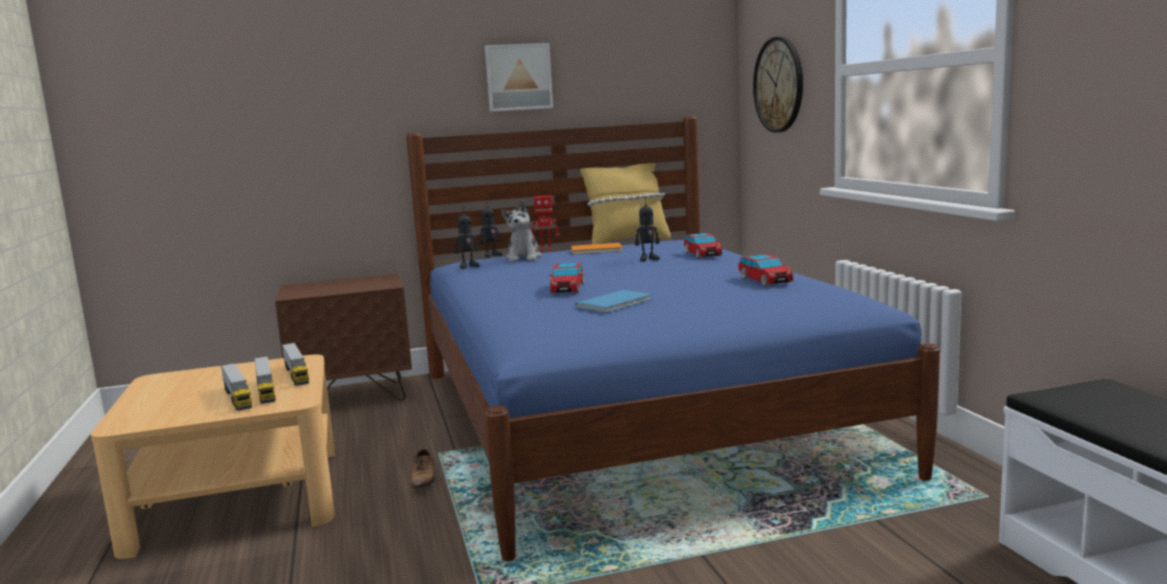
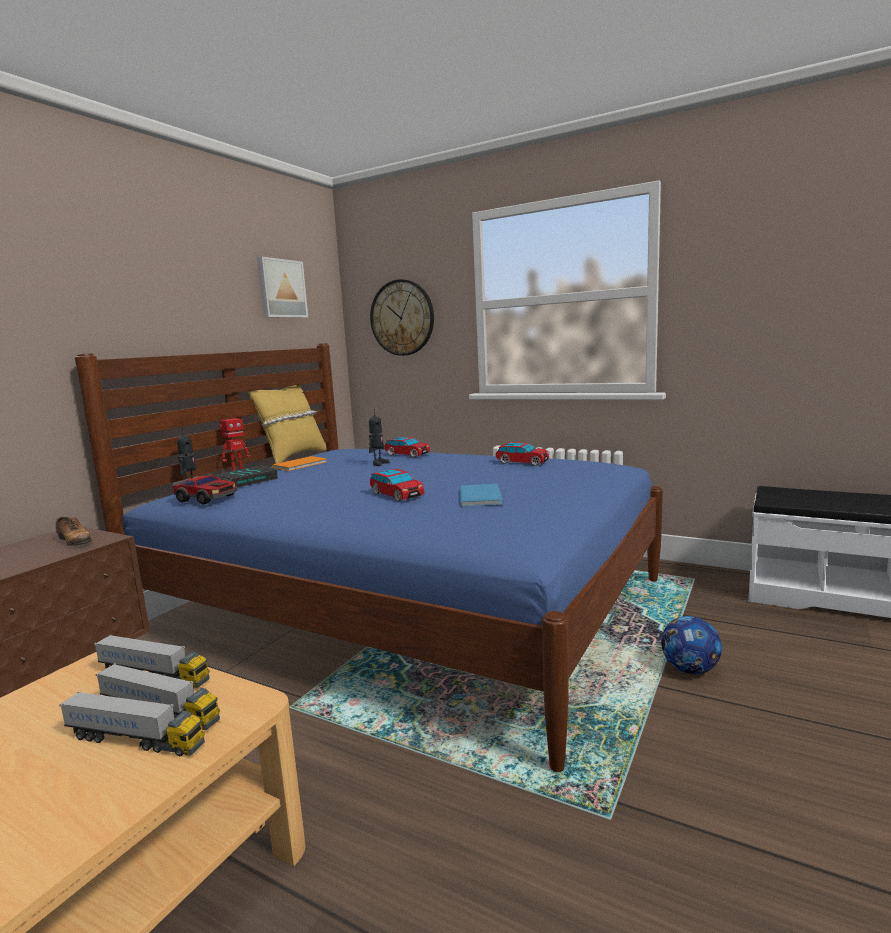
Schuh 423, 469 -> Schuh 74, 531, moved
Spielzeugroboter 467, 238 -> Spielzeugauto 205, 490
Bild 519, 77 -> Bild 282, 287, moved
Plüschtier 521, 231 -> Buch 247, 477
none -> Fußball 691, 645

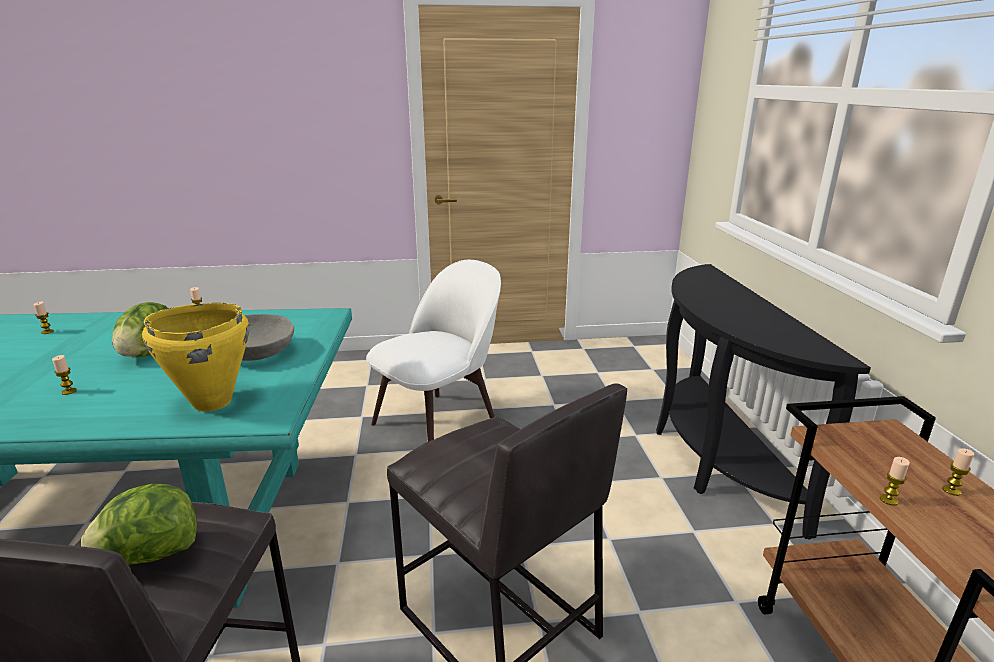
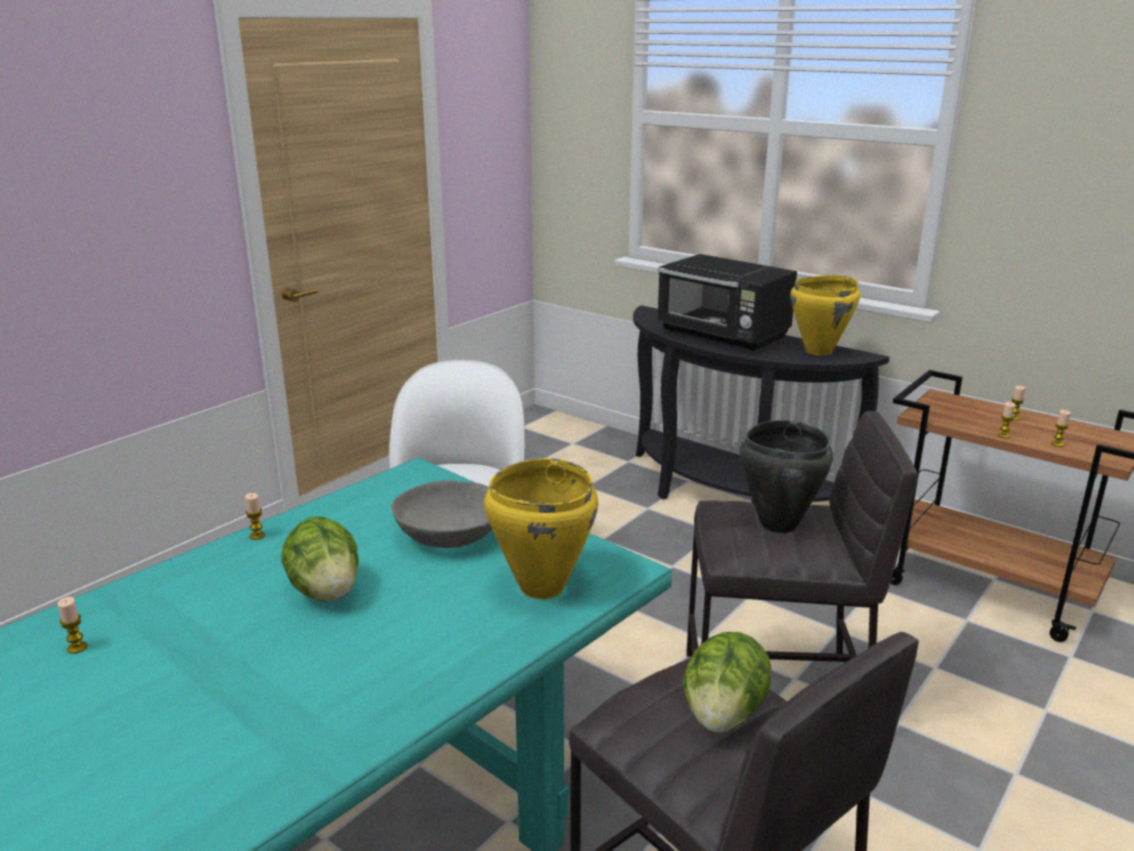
Kerze 64, 375 -> Kerze 1060, 428, moved
none -> Mikrowelle/schwarz 727, 302
none -> Kochtopf/schwarz 786, 476
none -> Kochtopf/gelb 825, 315

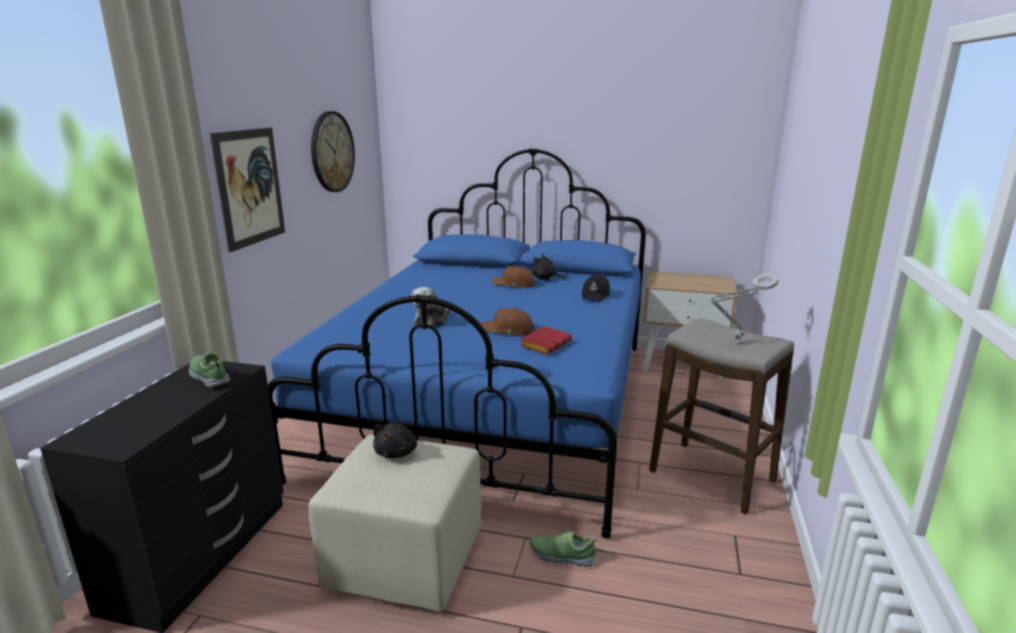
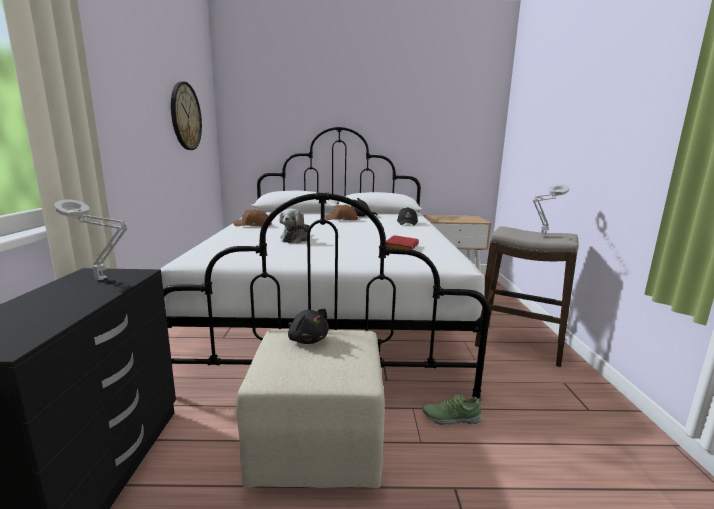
Schuh 210, 369 -> Tischlampe/grau 91, 240
Bild 247, 190 -> none
Bett/blau 457, 343 -> Bett/weiß 325, 263
Plüschtier/schwarz 395, 440 -> Plüschtier/schwarz 308, 326, 45 degrees counterclockwise
Kappe/braun 508, 321 -> Kappe/braun 252, 217, moved

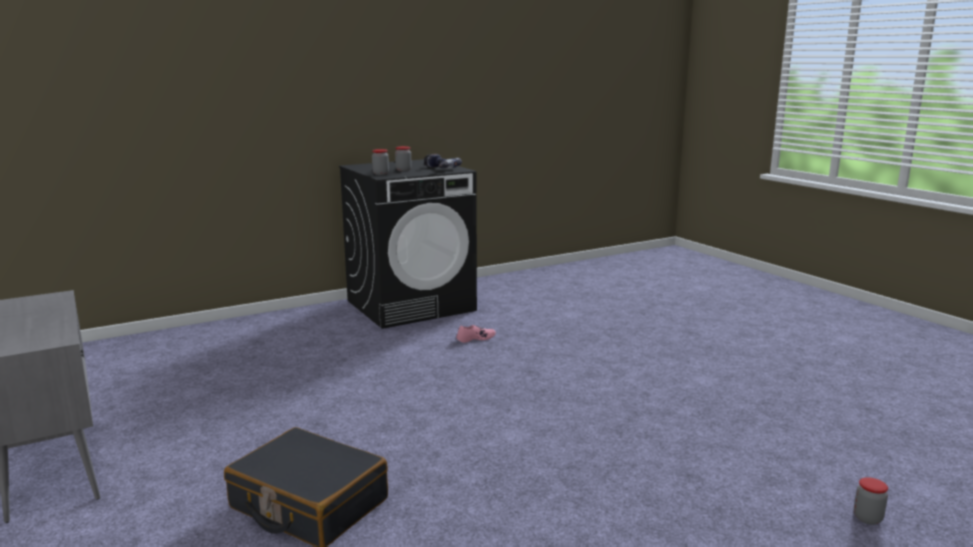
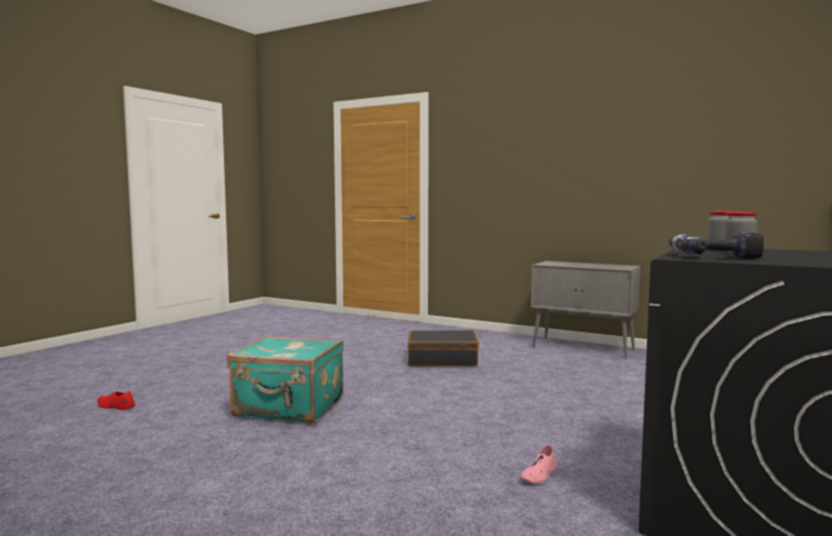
Vorratsglas 871, 501 -> Schuh/rot 116, 400
none -> Koffer/türkis 285, 380

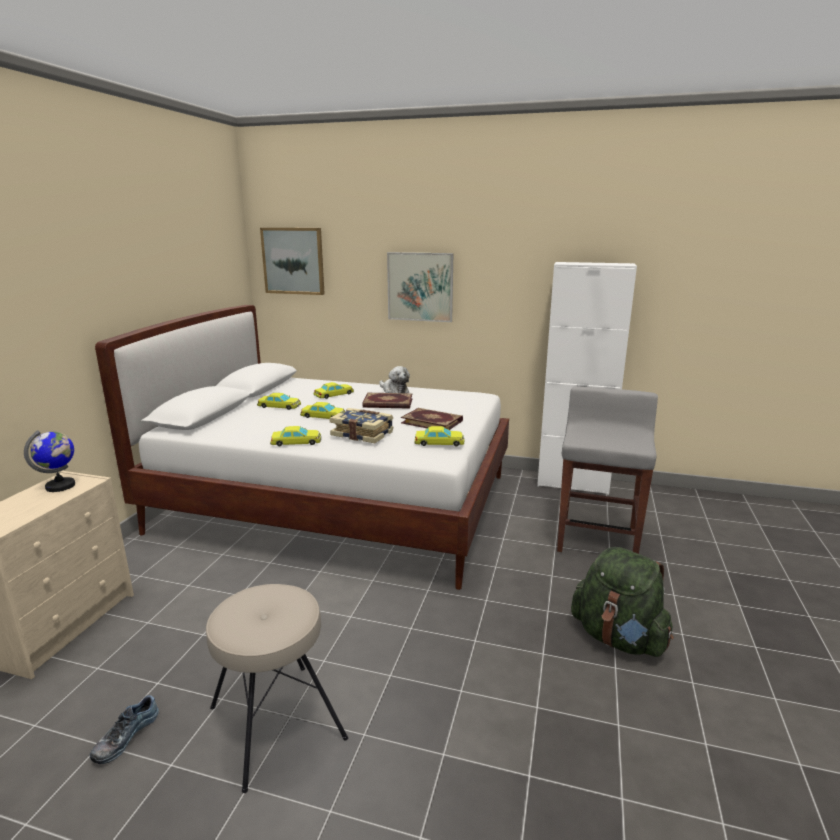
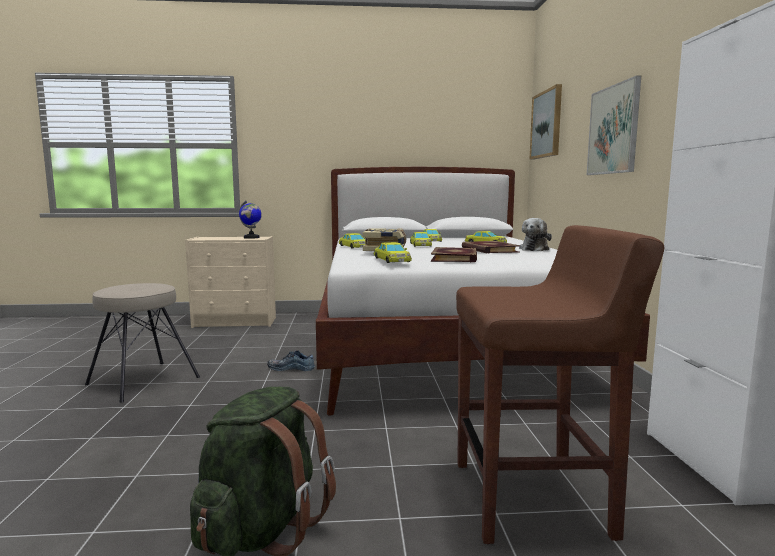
Schuh 124, 729 -> Schuh 291, 360, moved
Hocker/grau 607, 470 -> Hocker/braun 560, 384

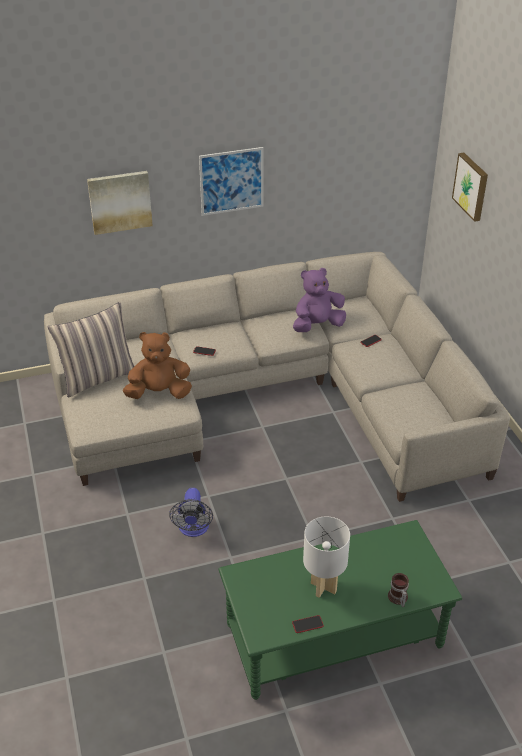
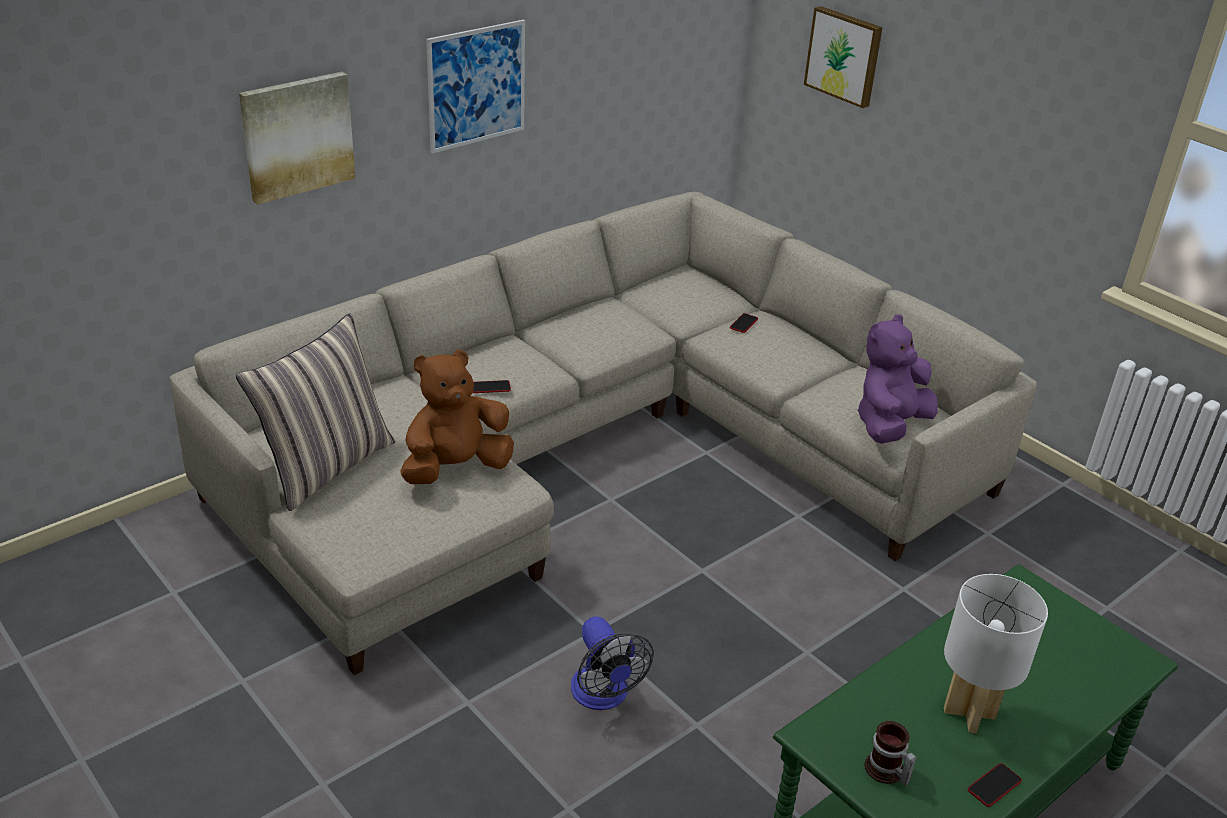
Plüschtier/lila 319, 300 -> Plüschtier/lila 898, 379, moved
Henkelbecher 398, 590 -> Henkelbecher 890, 753, moved

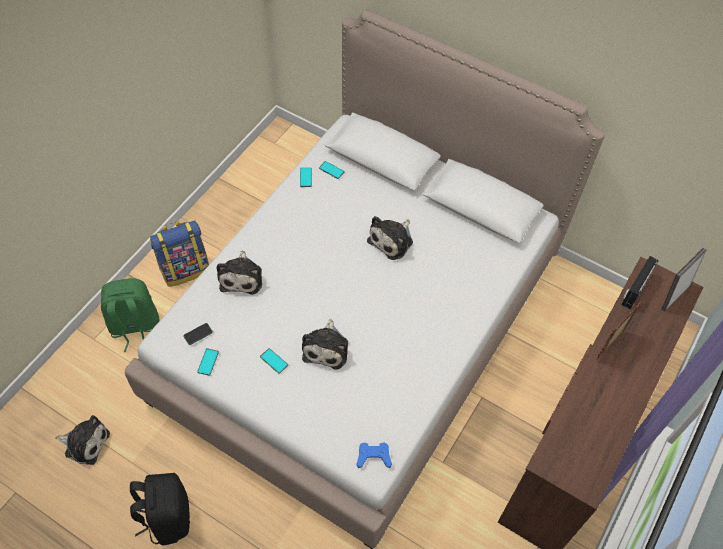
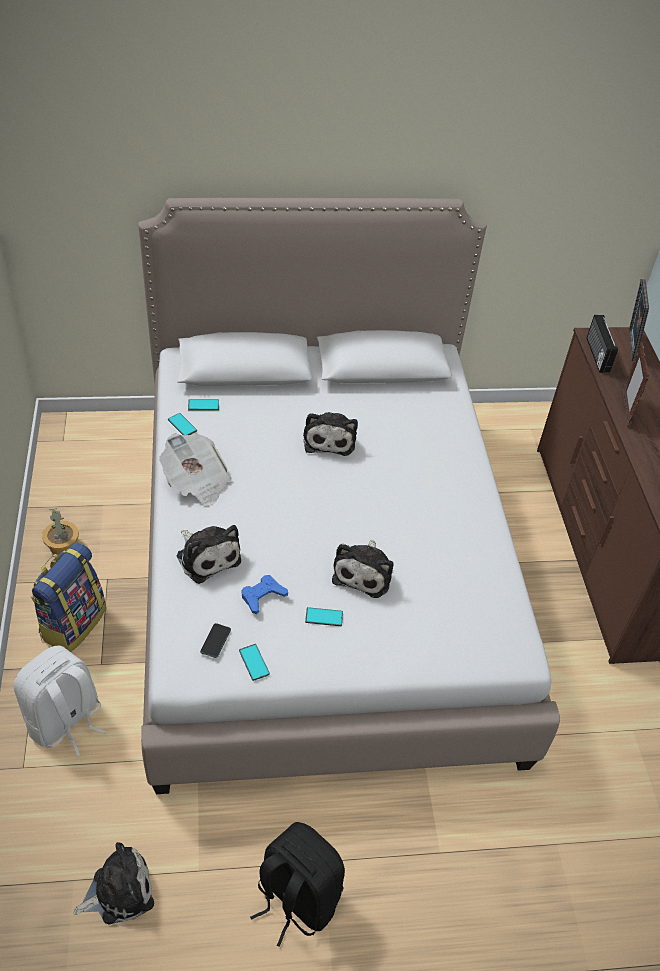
Rucksack/grün 130, 315 -> Rucksack/weiß 60, 701
Plüschtier 325, 344 -> Plüschtier 362, 569, 45 degrees clockwise
Gamepad/blau 374, 455 -> Gamepad/blau 264, 594, moved
none -> Topfpflanze 60, 531
none -> Zeitung 195, 469

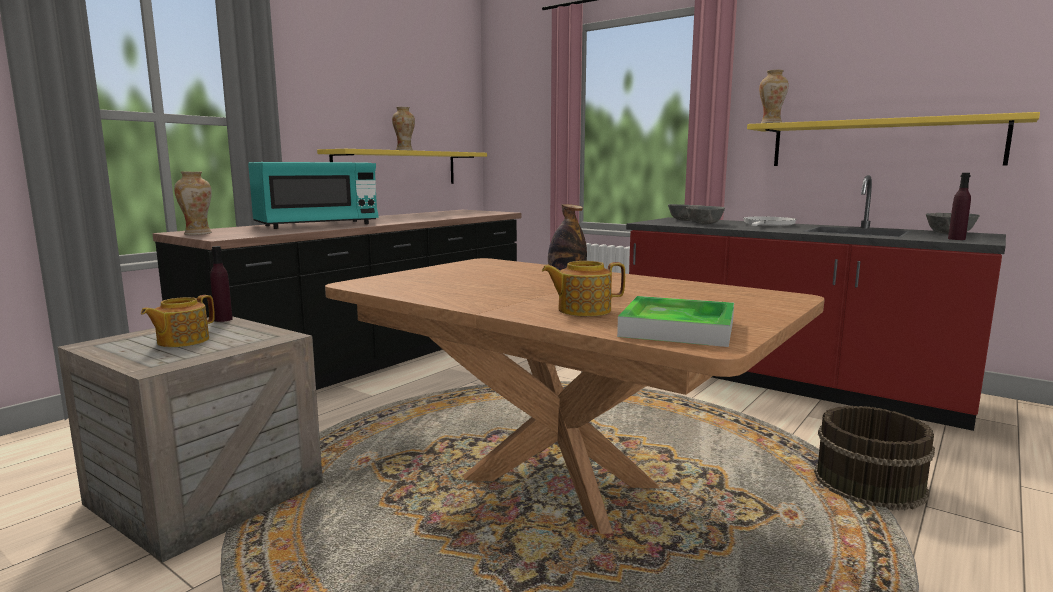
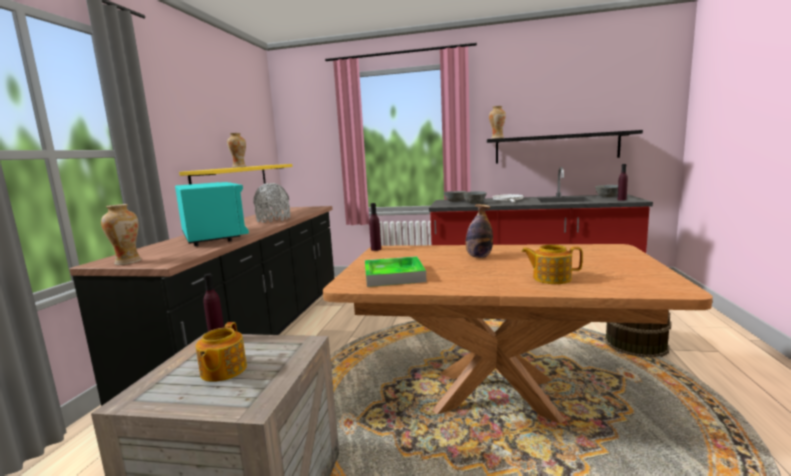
Mikrowelle/türkis 313, 195 -> Mikrowelle/türkis 212, 214, 60 degrees counterclockwise
Teekanne 583, 288 -> Teekanne 552, 264, 45 degrees clockwise
Tablett 675, 321 -> Tablett 396, 271, moved
Wandregal/gelb 893, 139 -> Wandregal/schwarz 565, 146
none -> Vase/grau 271, 203
none -> Flasche/lila 375, 227

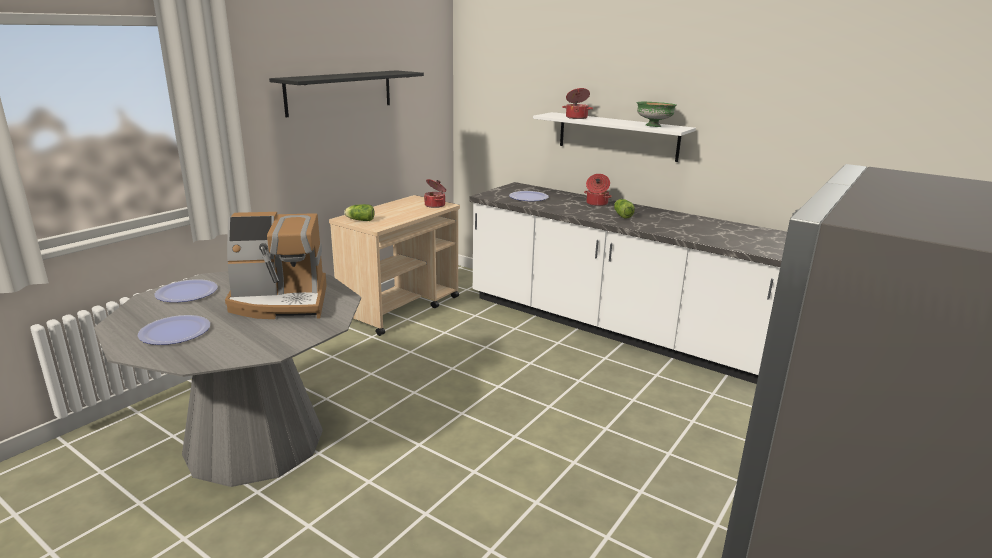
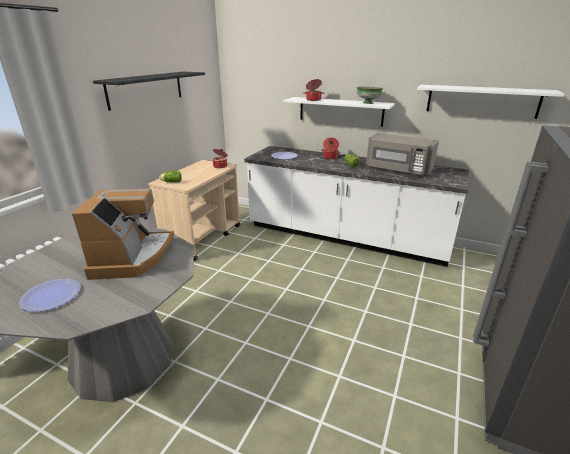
Teller 186, 290 -> none
Kaffeemaschine 276, 265 -> Kaffeemaschine 123, 234, 75 degrees counterclockwise
none -> Mikrowelle/grau 402, 154
none -> Wandregal/weiß 490, 102

